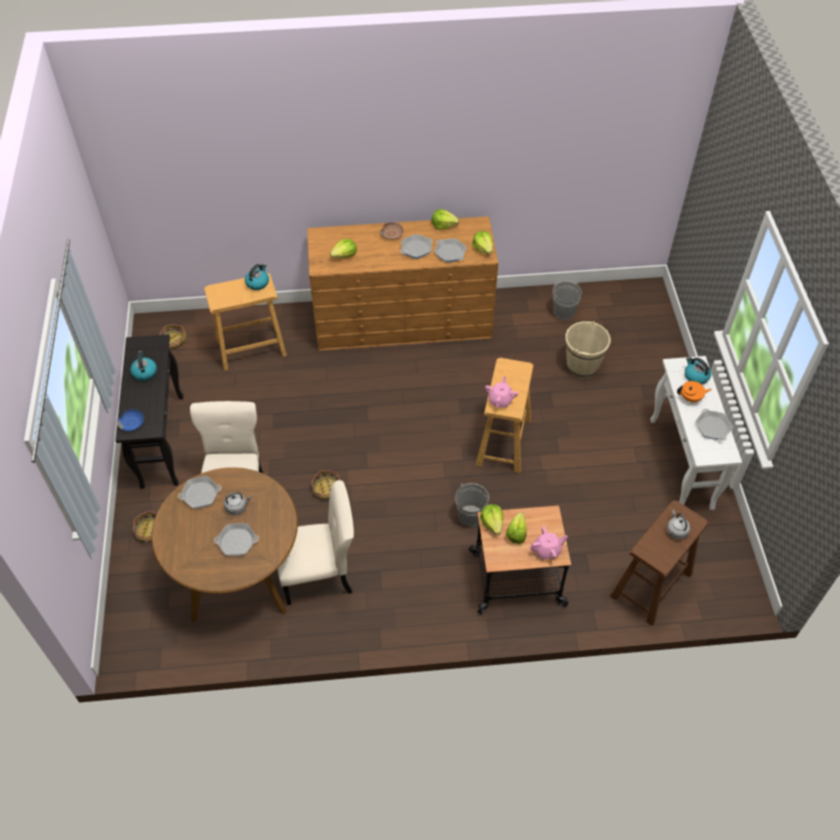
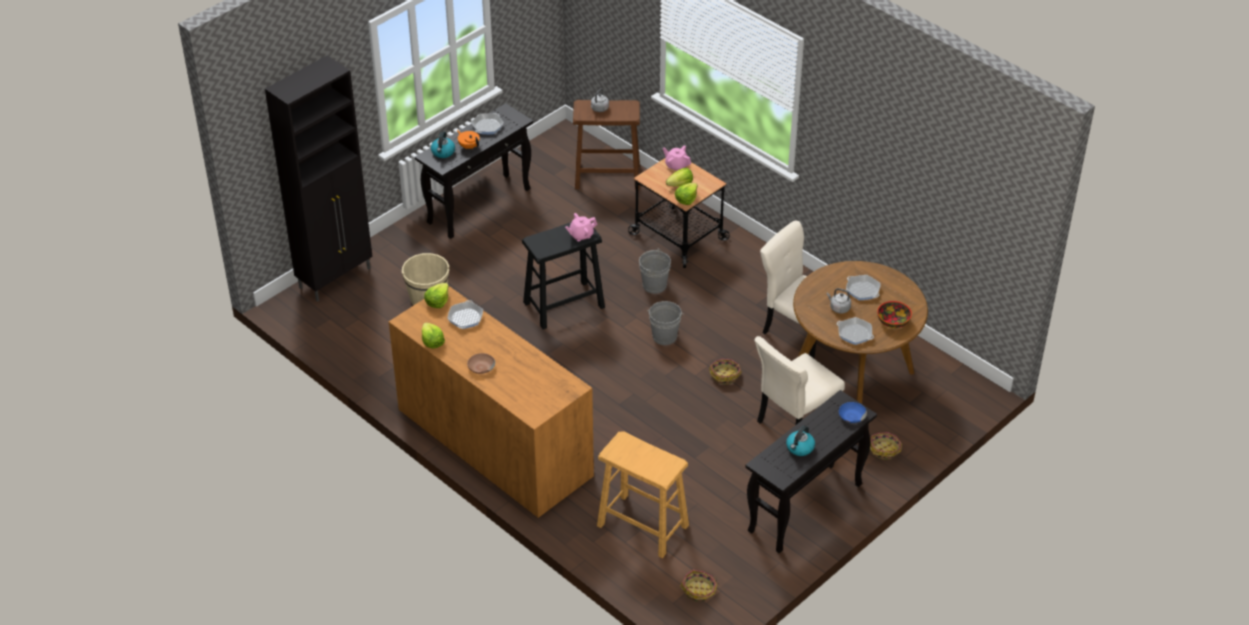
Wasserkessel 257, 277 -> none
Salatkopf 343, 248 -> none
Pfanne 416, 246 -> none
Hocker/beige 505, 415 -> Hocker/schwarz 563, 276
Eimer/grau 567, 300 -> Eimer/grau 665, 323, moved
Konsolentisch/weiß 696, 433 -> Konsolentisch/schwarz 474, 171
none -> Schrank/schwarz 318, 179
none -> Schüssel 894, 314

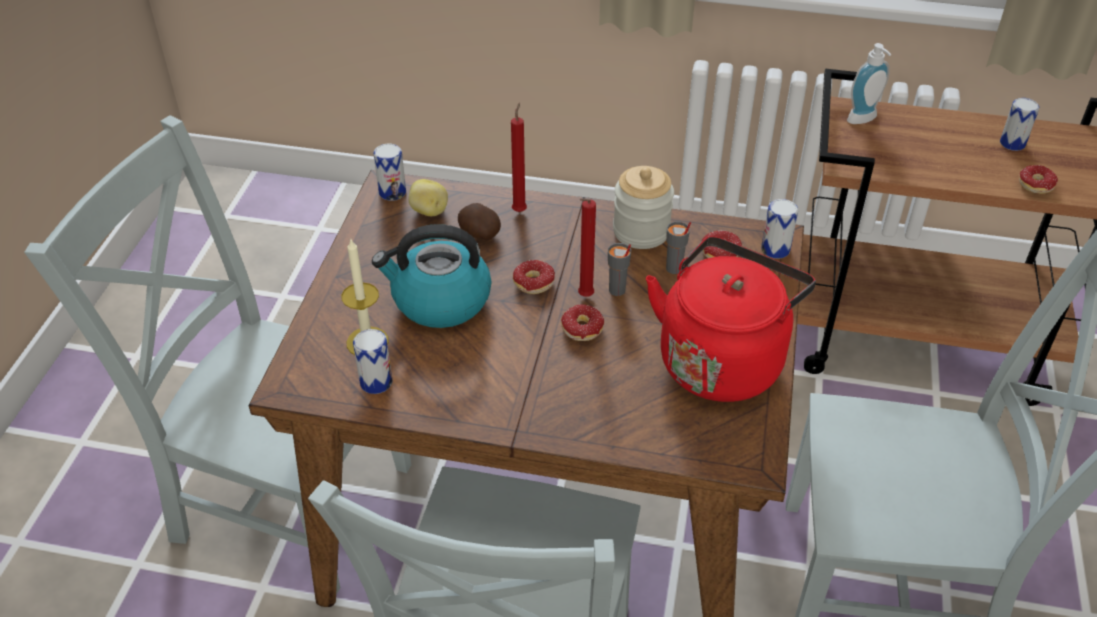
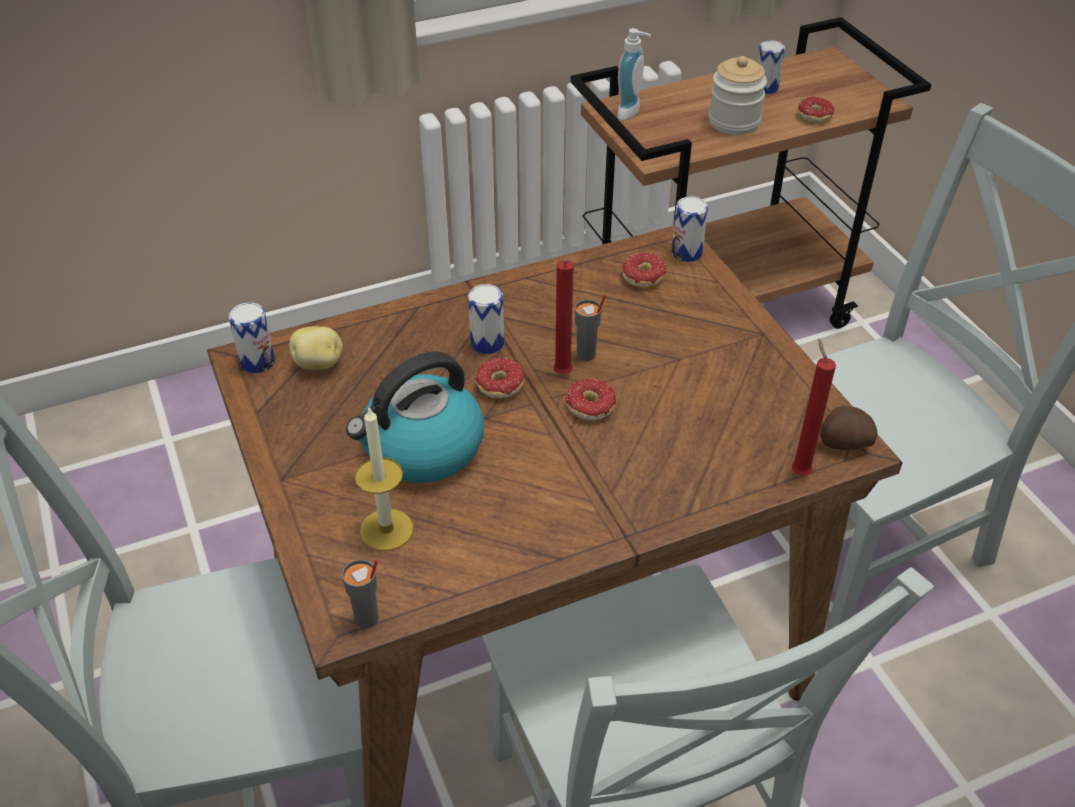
Dose 373, 361 -> Dose 486, 319, moved
Kartoffel 479, 221 -> Kartoffel 849, 428, moved
Kerze/rot 519, 157 -> Kerze/rot 813, 407, moved
Vorratsglas 643, 207 -> Vorratsglas 738, 95, moved
Wasserkessel/rot 731, 319 -> none
Tasse/grau 678, 247 -> Tasse/grau 360, 594, moved

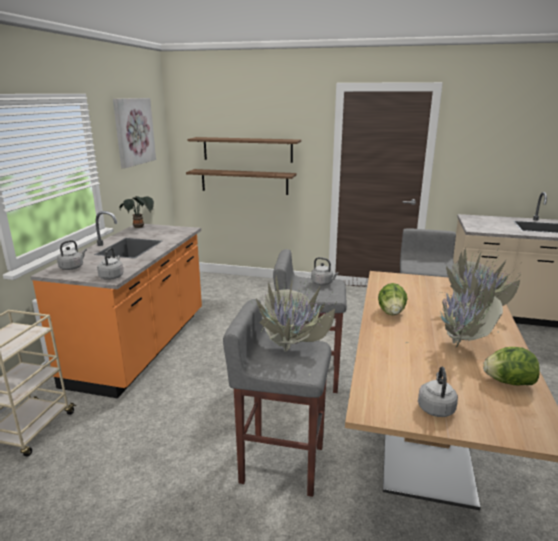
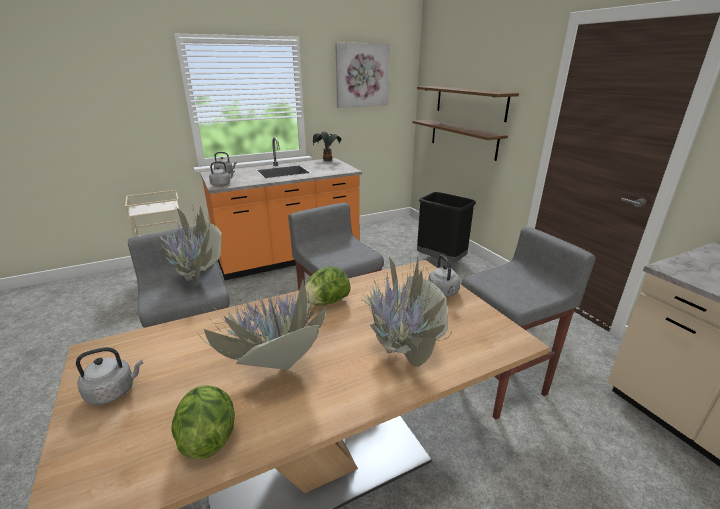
Wasserkessel/grau 325, 271 -> Wasserkessel/grau 444, 276, moved
none -> Mülleimer/schwarz 446, 227

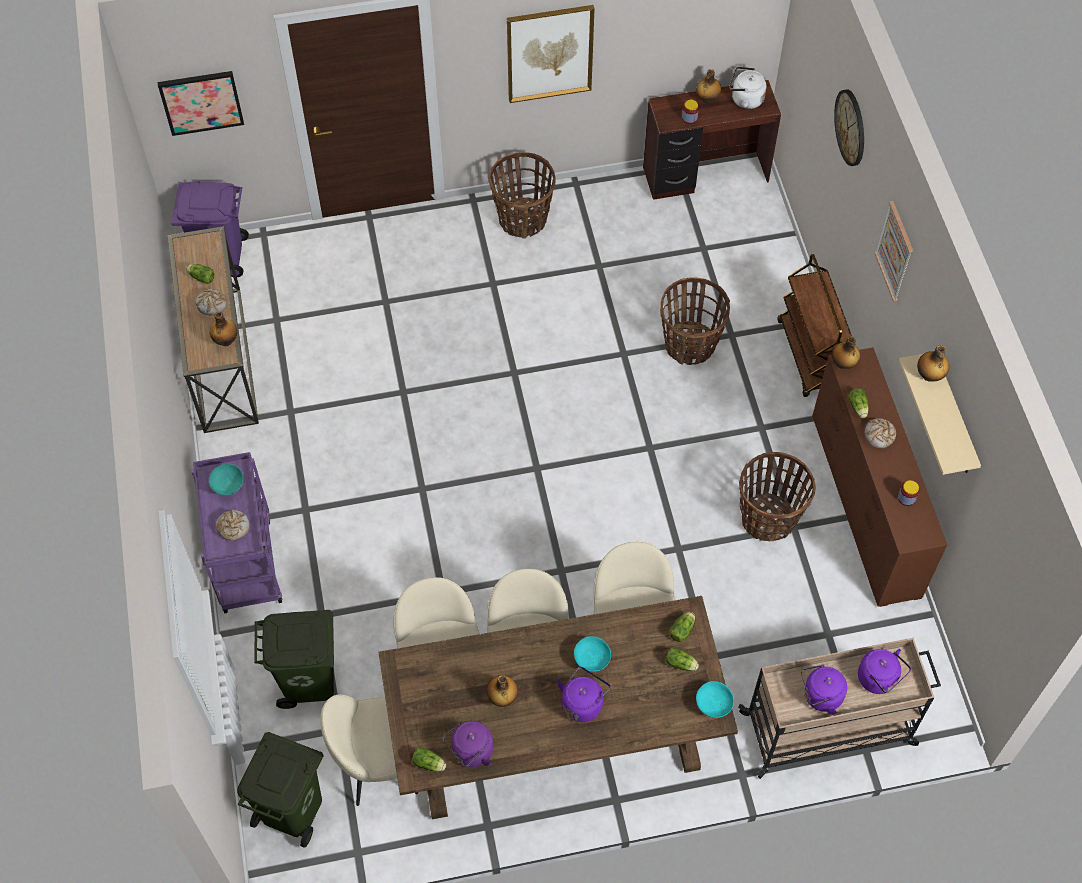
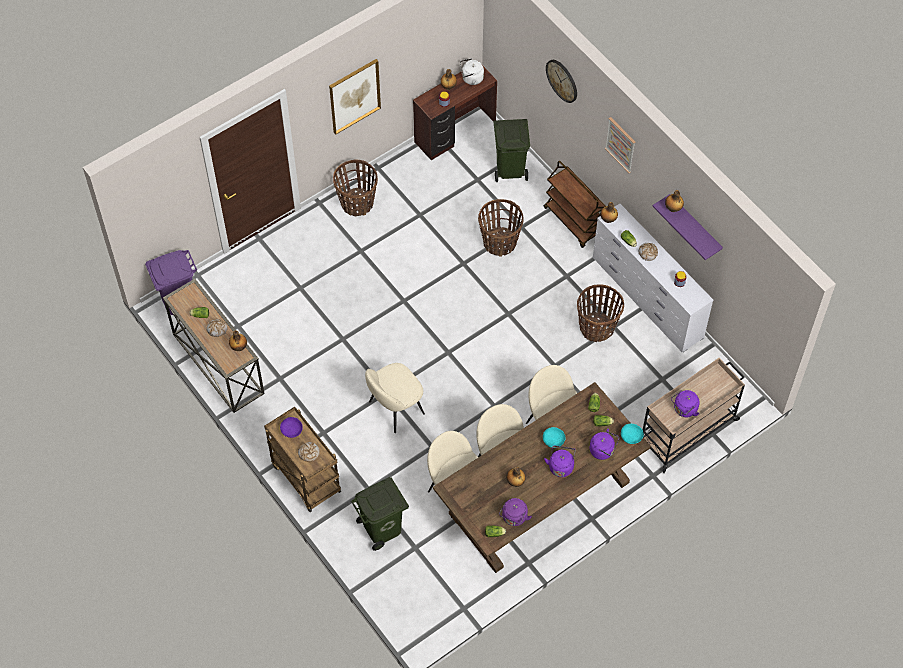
Bild 201, 103 -> none
Rollwagen/lila 236, 532 -> Rollwagen/braun 302, 459
Schüssel/türkis 226, 480 -> Schüssel/lila 291, 427
Mülleimer/grün 280, 790 -> Mülleimer/grün 512, 150, moved
Stuhl/beige 369, 750 -> Stuhl/beige 395, 398, moved
Kommode/braun 880, 477 -> Kommode/weiß 653, 278
Wasserkessel/lila 884, 671 -> Wasserkessel/lila 604, 444, moved
Wandregal/beige 940, 414 -> Wandregal/lila 687, 227

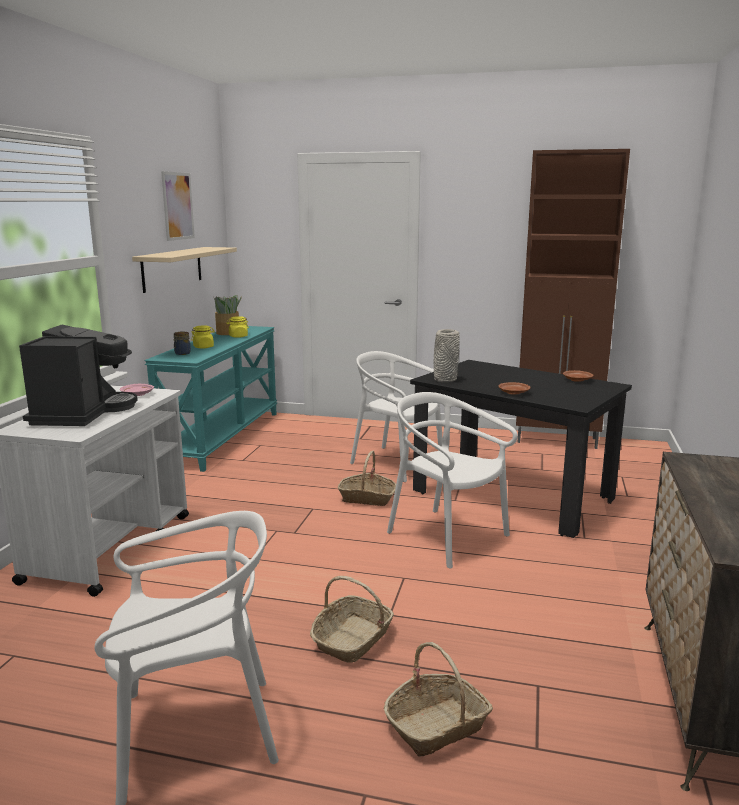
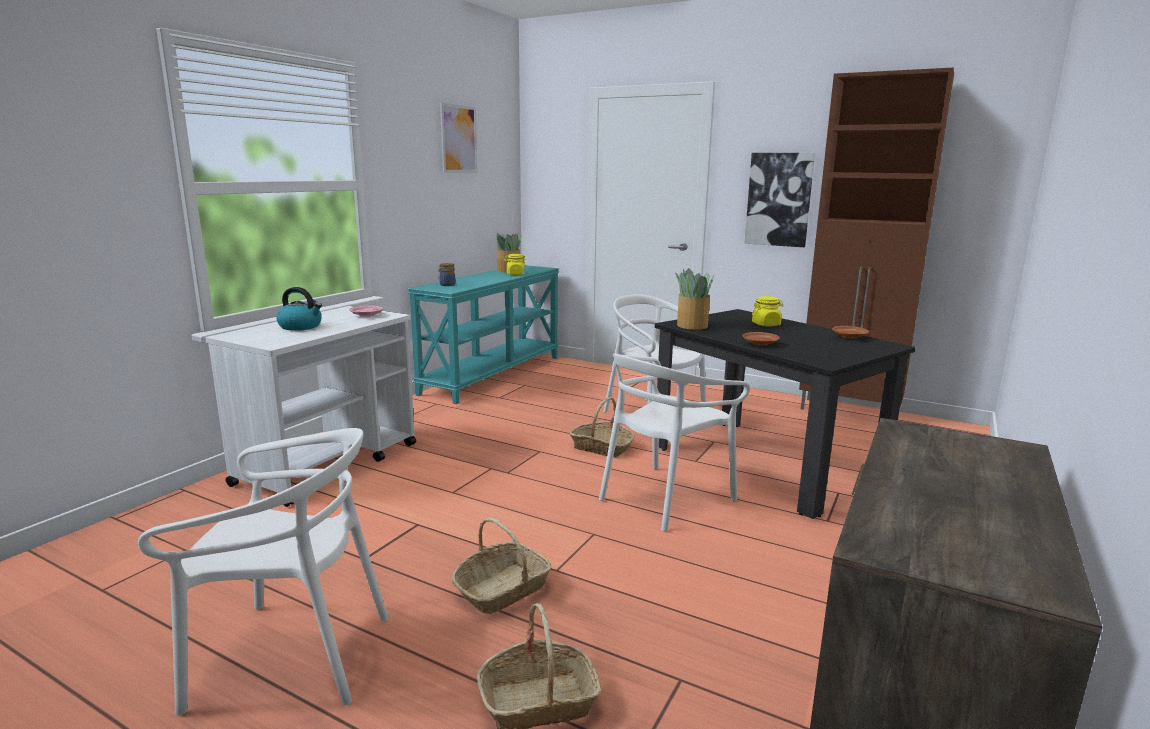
Kaffeemaschine 78, 375 -> Wasserkessel 299, 309
Wandregal/beige 184, 270 -> none
Vorratsglas/gelb 203, 336 -> Vorratsglas/gelb 767, 311, moved
Stuhl/weiß 452, 480 -> Stuhl/weiß 674, 442, 105 degrees counterclockwise
Vase/grau 447, 355 -> Topfpflanze 695, 299
none -> Bild 779, 200

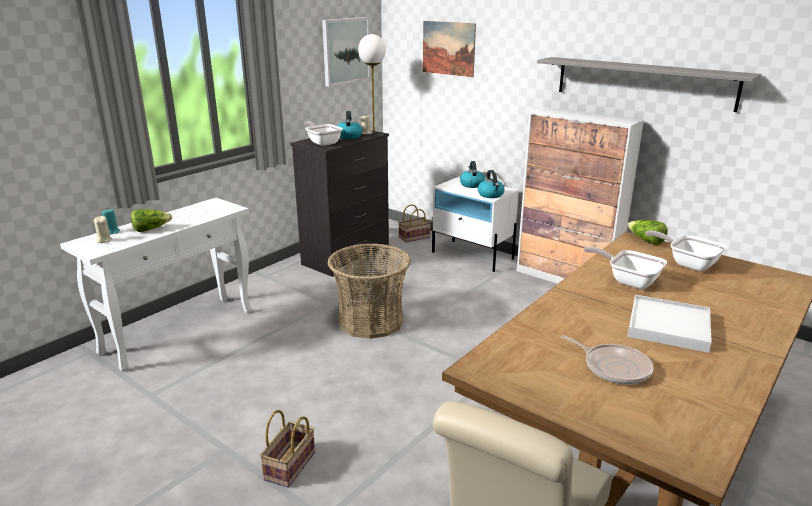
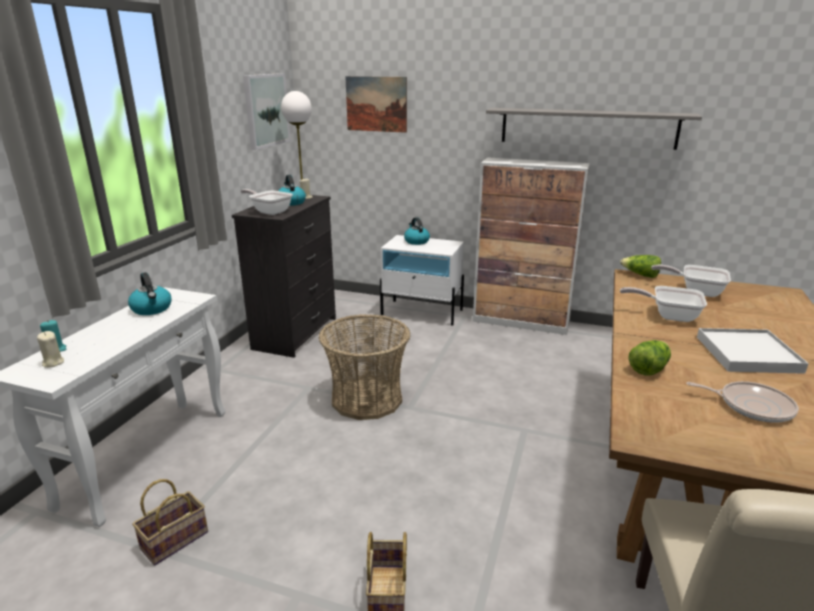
Salatkopf 152, 220 -> Salatkopf 649, 358, moved
Korb 414, 223 -> Korb 170, 522, moved
Wasserkessel 491, 184 -> Wasserkessel 150, 293, moved

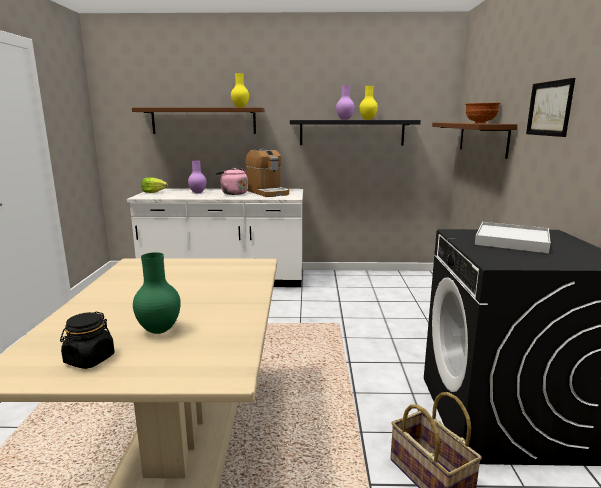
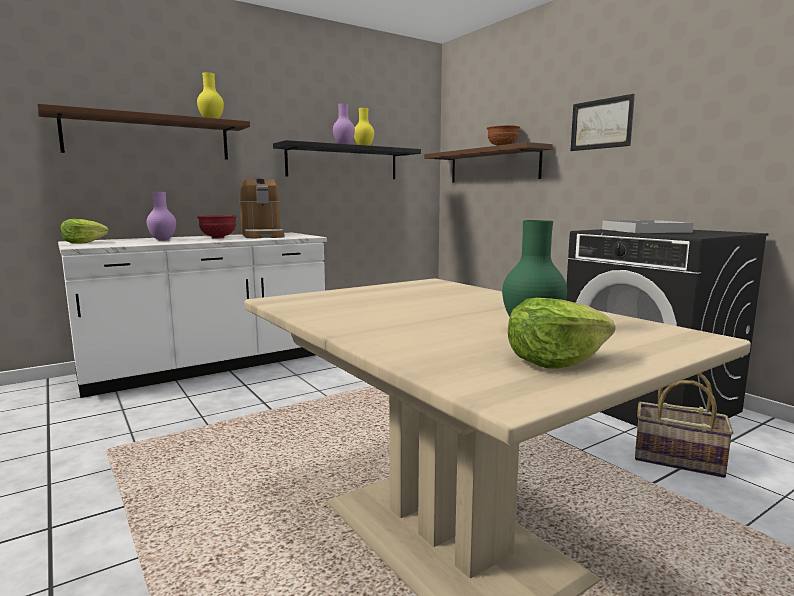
Vorratsglas/schwarz 87, 340 -> Salatkopf 561, 333
Wasserkessel/rosa 232, 181 -> Schüssel/rot 217, 227
Kaffeemaschine 267, 173 -> Kaffeemaschine 262, 208, 45 degrees clockwise

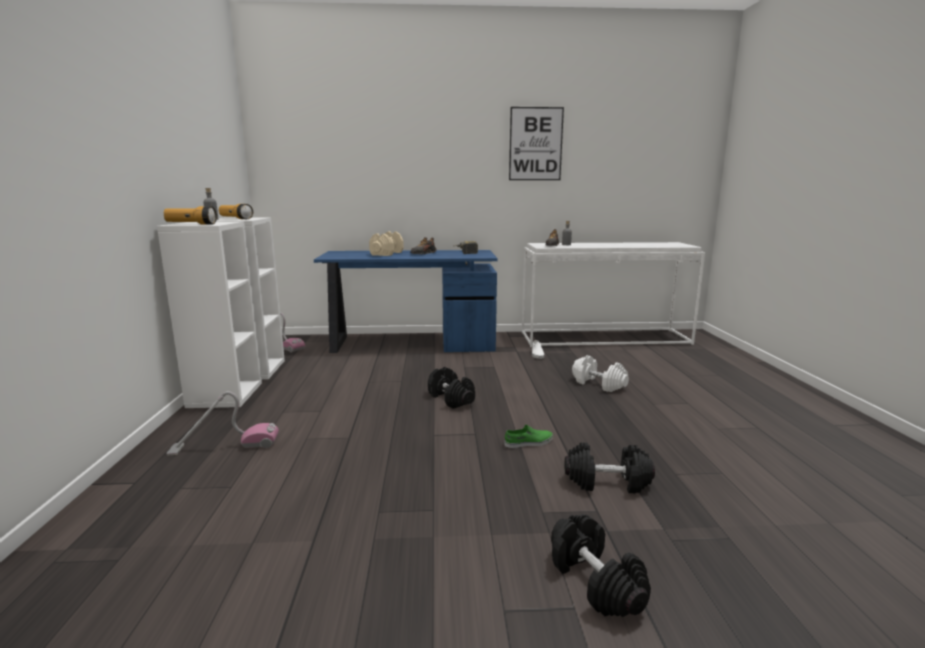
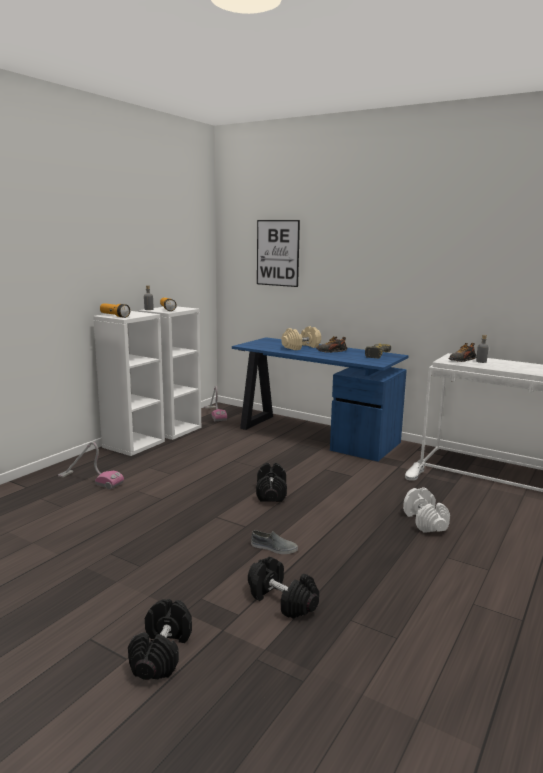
Schuh/grün 528, 436 -> Schuh/grau 274, 542
Bild 536, 143 -> Bild 278, 253, moved

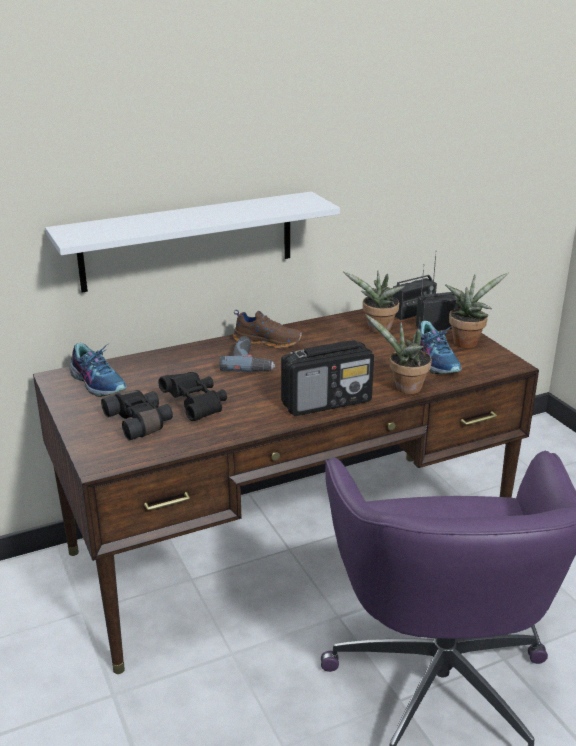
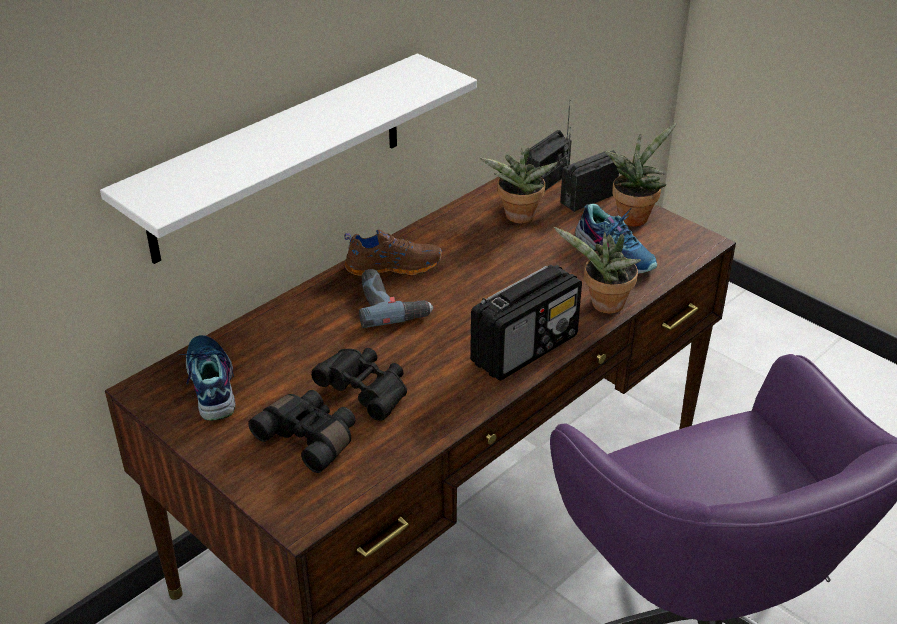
Schuh 98, 370 -> Schuh 207, 378, 135 degrees counterclockwise

